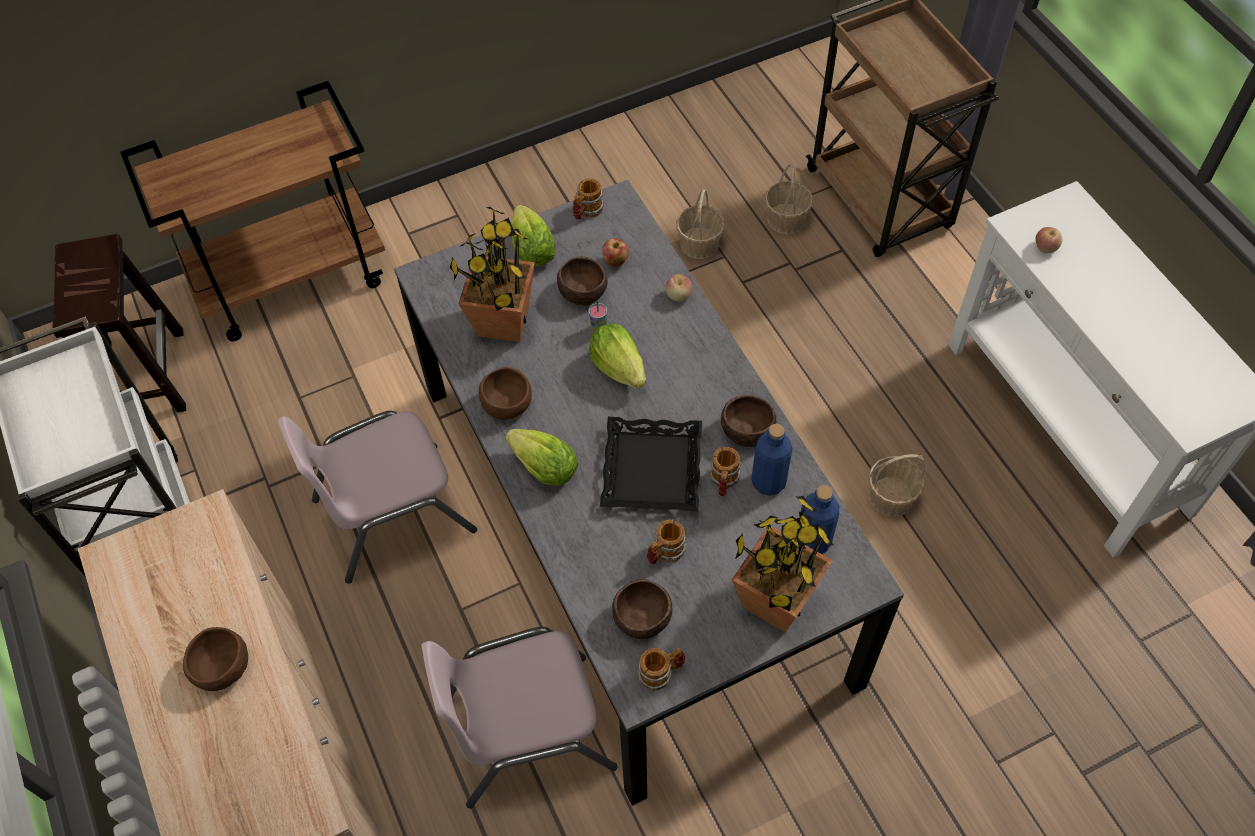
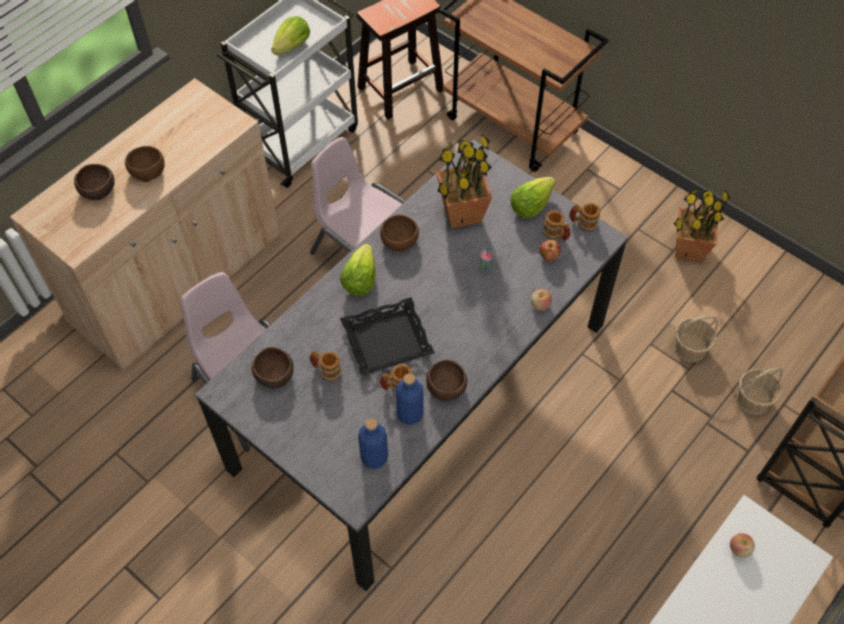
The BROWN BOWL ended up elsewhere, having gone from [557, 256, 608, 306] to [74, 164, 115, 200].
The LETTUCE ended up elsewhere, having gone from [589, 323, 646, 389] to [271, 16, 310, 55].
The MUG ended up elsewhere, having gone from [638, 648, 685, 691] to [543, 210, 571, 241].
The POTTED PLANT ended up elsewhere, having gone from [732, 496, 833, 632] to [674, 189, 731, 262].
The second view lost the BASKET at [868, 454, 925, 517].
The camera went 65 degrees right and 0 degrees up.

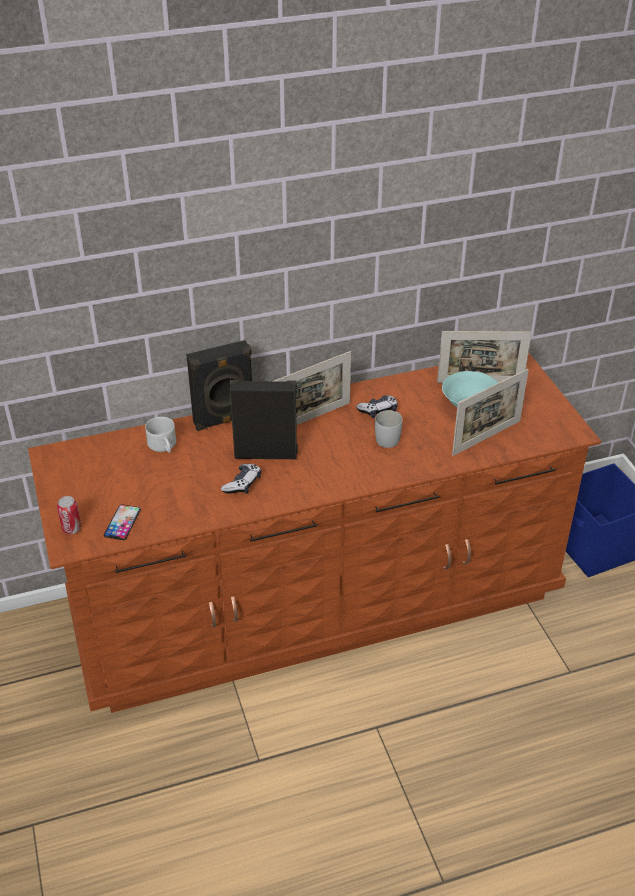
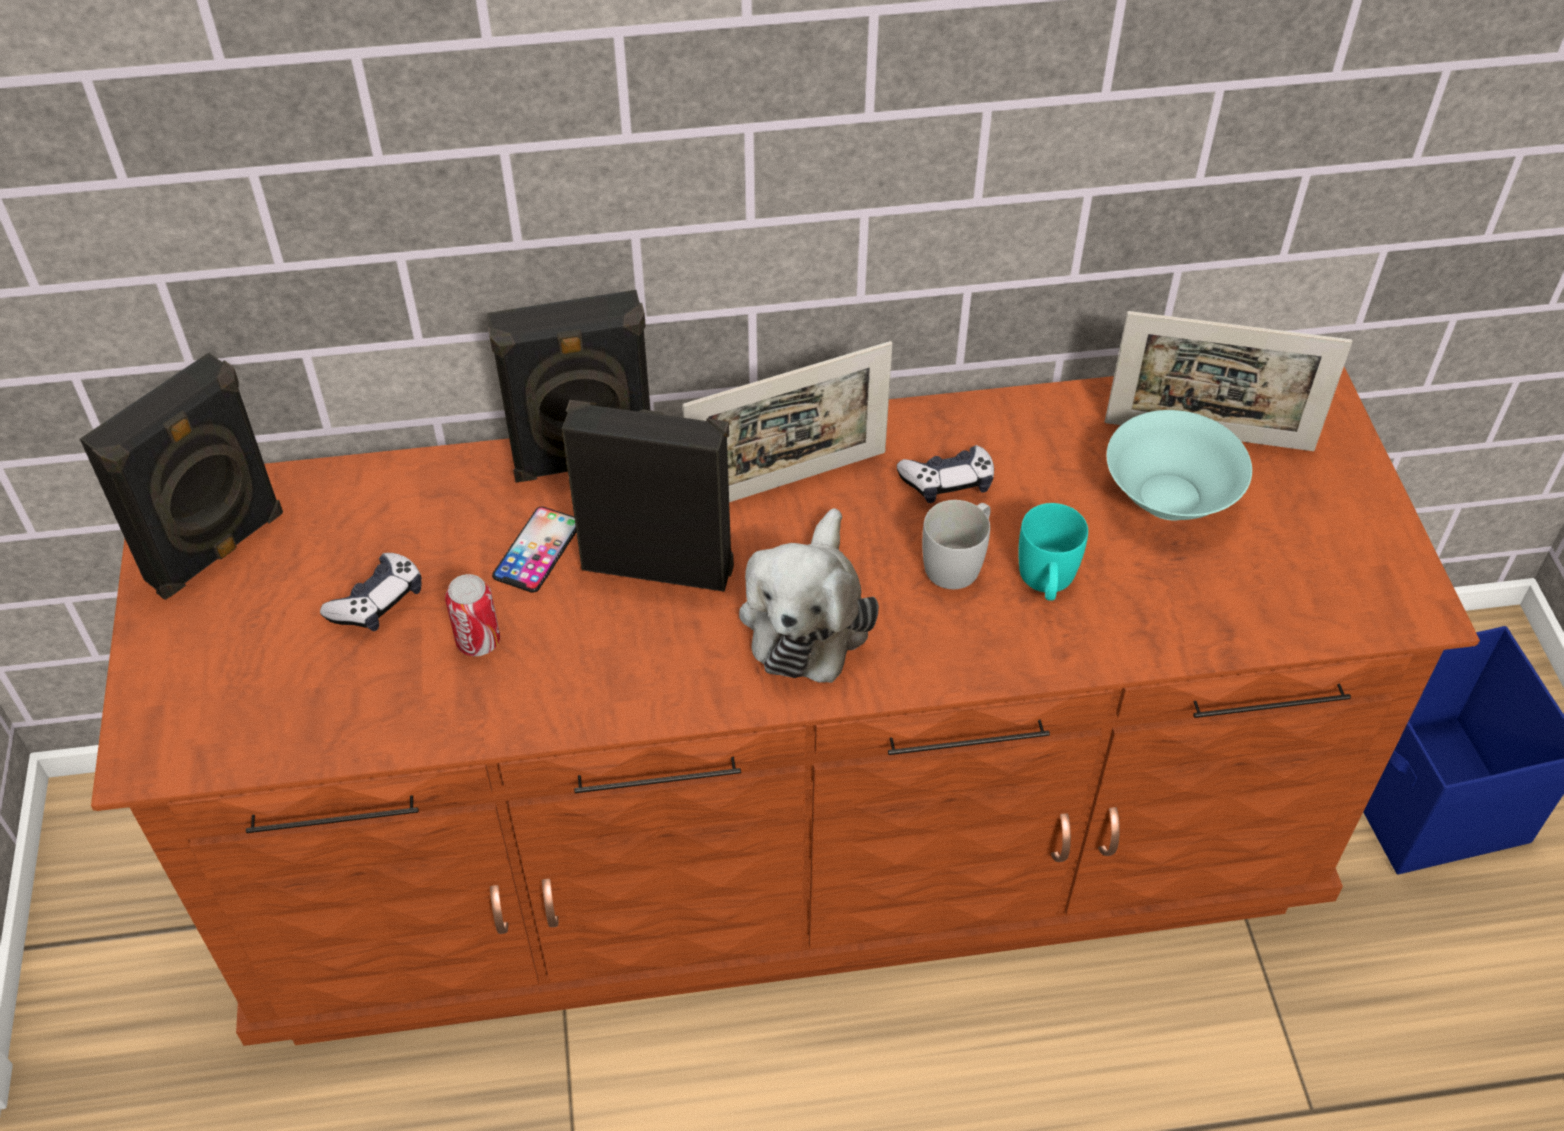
The second view gained the BLACK SPEAKER at [80, 353, 283, 600].
The GAME CONTROLLER ended up elsewhere, having gone from [221, 464, 261, 494] to [320, 553, 422, 631].
The CAN ended up elsewhere, having gone from [57, 496, 82, 534] to [445, 574, 500, 656].
The PHONE ended up elsewhere, having gone from [104, 504, 141, 540] to [492, 506, 576, 593].
The second view gained the PLUSH TOY at [739, 508, 879, 683].
The second view gained the TURQUOISE MUG at [1018, 503, 1088, 601].
The second view lost the WHITE MUG at [145, 417, 176, 453].
The second view lost the PICTURE FRAME at [452, 369, 529, 456].
The camera went 10 degrees right and 10 degrees up.

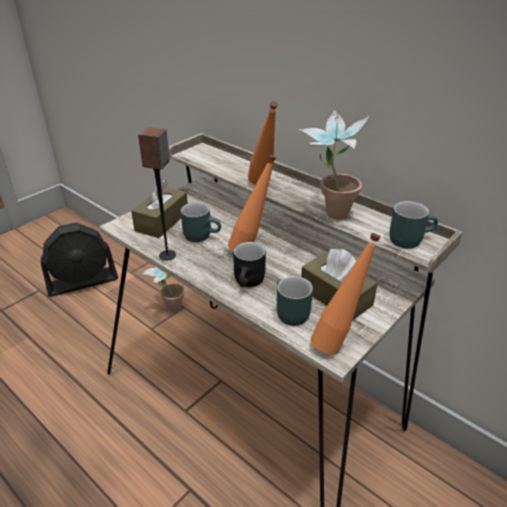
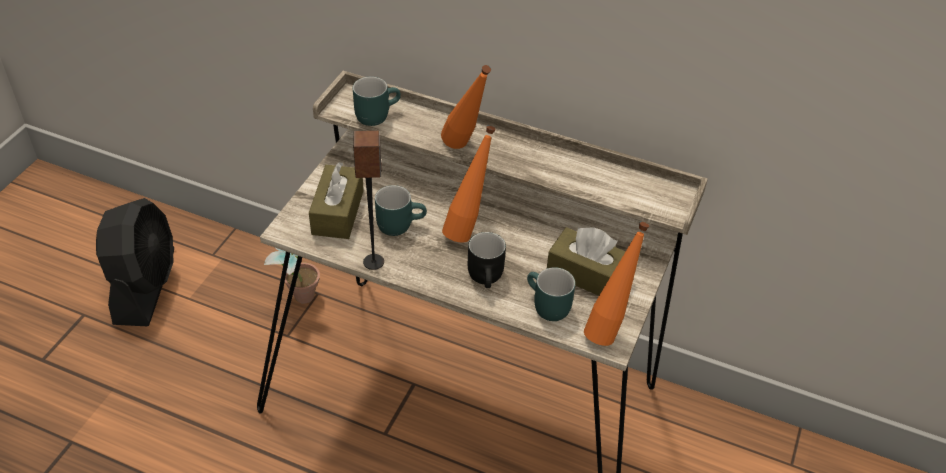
The BLACK FAN at [41, 223, 118, 297] ended up facing another way, 45 degrees counterclockwise from before.
The TURQUOISE MUG ended up elsewhere, having gone from [389, 201, 438, 249] to [353, 77, 401, 126].
The second view lost the POTTED PLANT at [299, 110, 369, 220].
The camera went 20 degrees left and 10 degrees up.

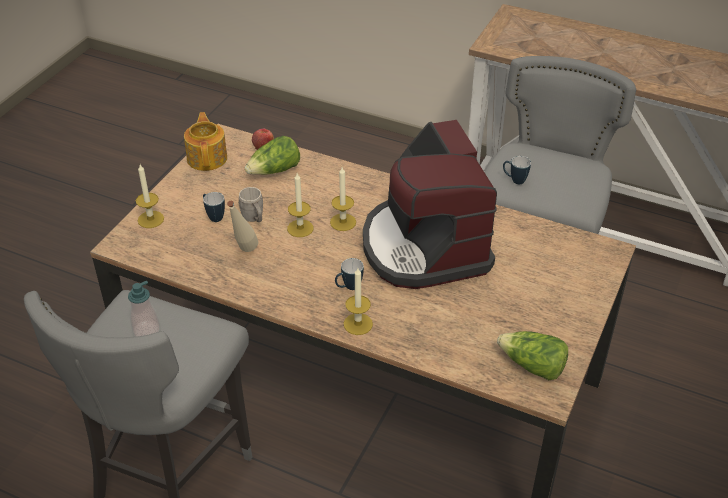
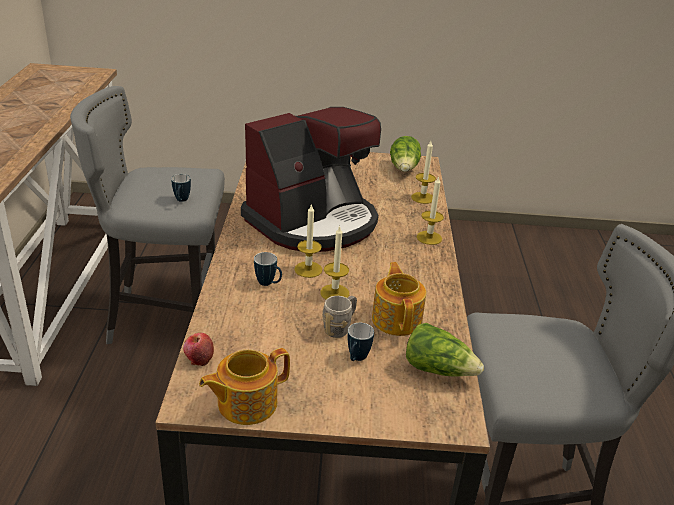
The MUG ended up elsewhere, having gone from [335, 258, 364, 290] to [254, 252, 282, 286].
Where the BEIGE BOTTLE stood at [227, 201, 258, 252], the TEAPOT came to stand at [372, 262, 426, 336].
The LETTUCE ended up elsewhere, having gone from [245, 136, 300, 175] to [406, 323, 484, 377].
The CANDLE ended up elsewhere, having gone from [136, 164, 164, 228] to [411, 141, 436, 204].
The second view lost the SOAP DISPENSER at [128, 280, 160, 337].
The camera went 115 degrees left and 10 degrees down.

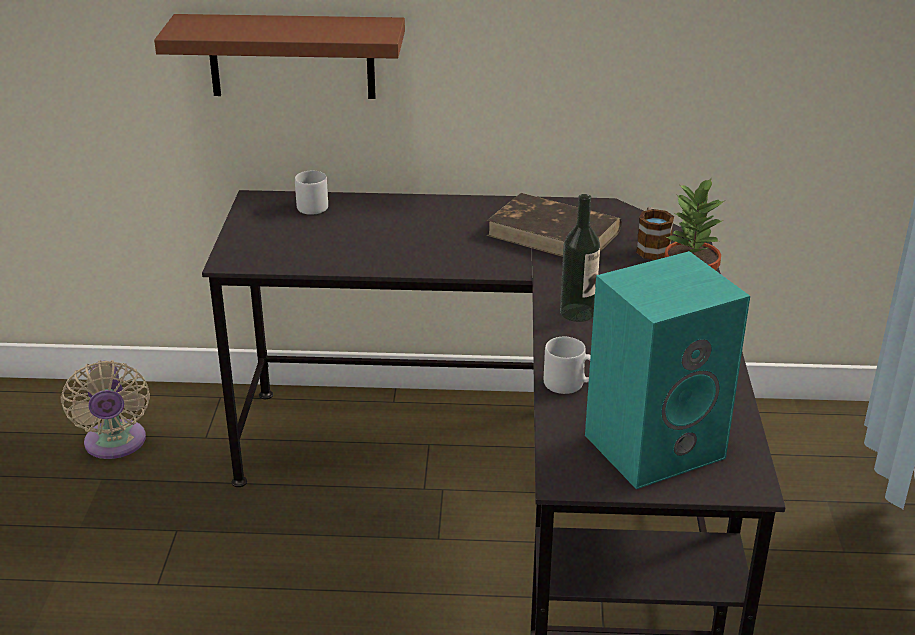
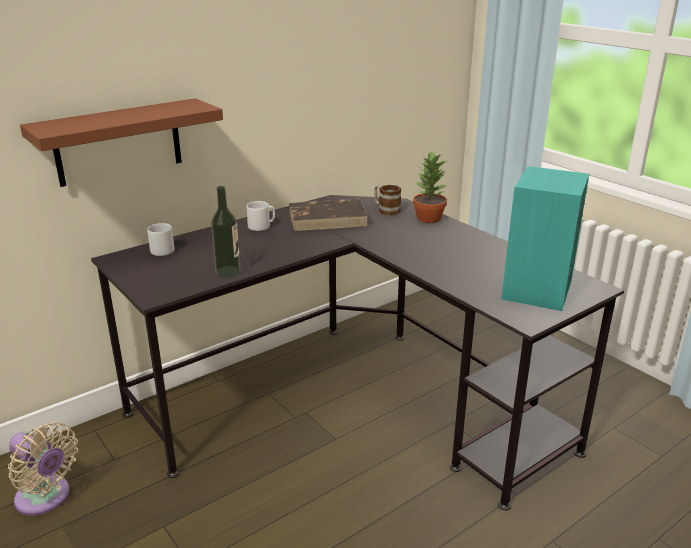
The BOTTLE ended up elsewhere, having gone from [560, 194, 600, 322] to [211, 186, 240, 277].
The GREY MUG ended up elsewhere, having gone from [544, 337, 591, 394] to [246, 201, 275, 231].
The camera went 40 degrees left and 5 degrees down.

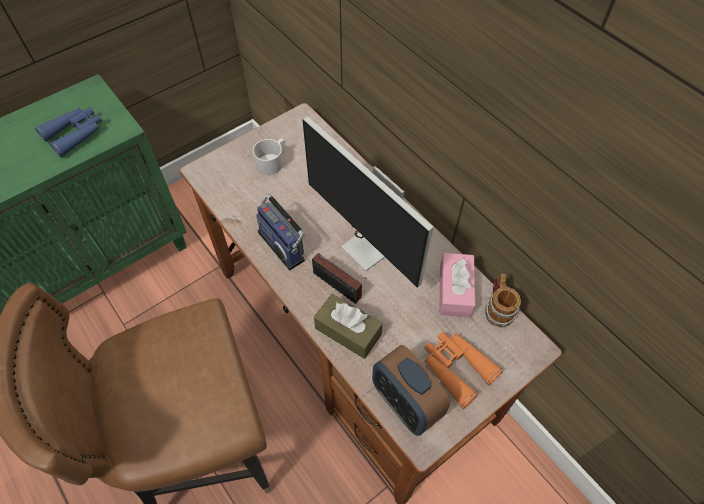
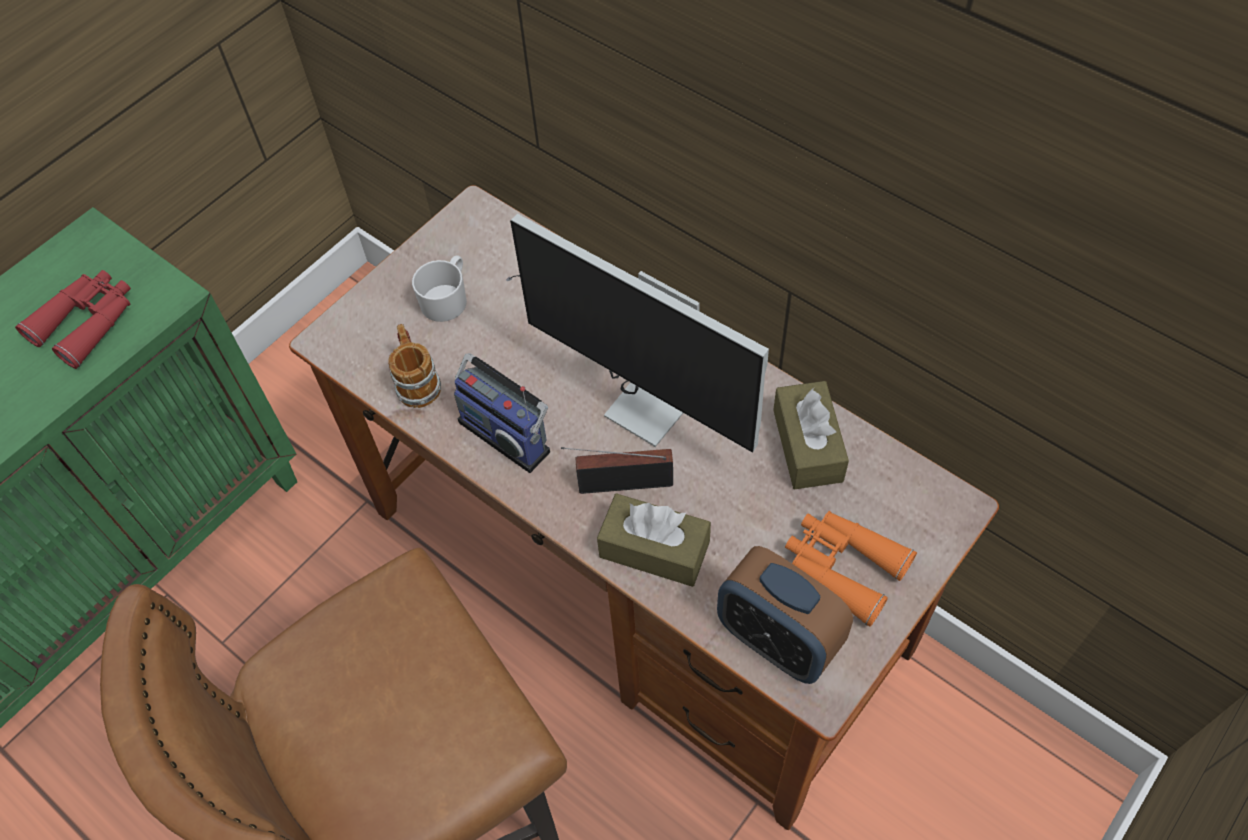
What was the BLUE BINOCULARS at [35, 107, 102, 158] turned into the RED BINOCULARS at [15, 270, 131, 369].
The MUG ended up elsewhere, having gone from [485, 274, 521, 328] to [388, 324, 441, 408].
The RADIO at [312, 253, 367, 304] ended up facing another way, 150 degrees clockwise from before.
What was the PINK TISSUE BOX at [439, 253, 475, 318] turned into the BROWN TISSUE BOX at [773, 381, 849, 489].
The camera went 10 degrees left and 0 degrees up.

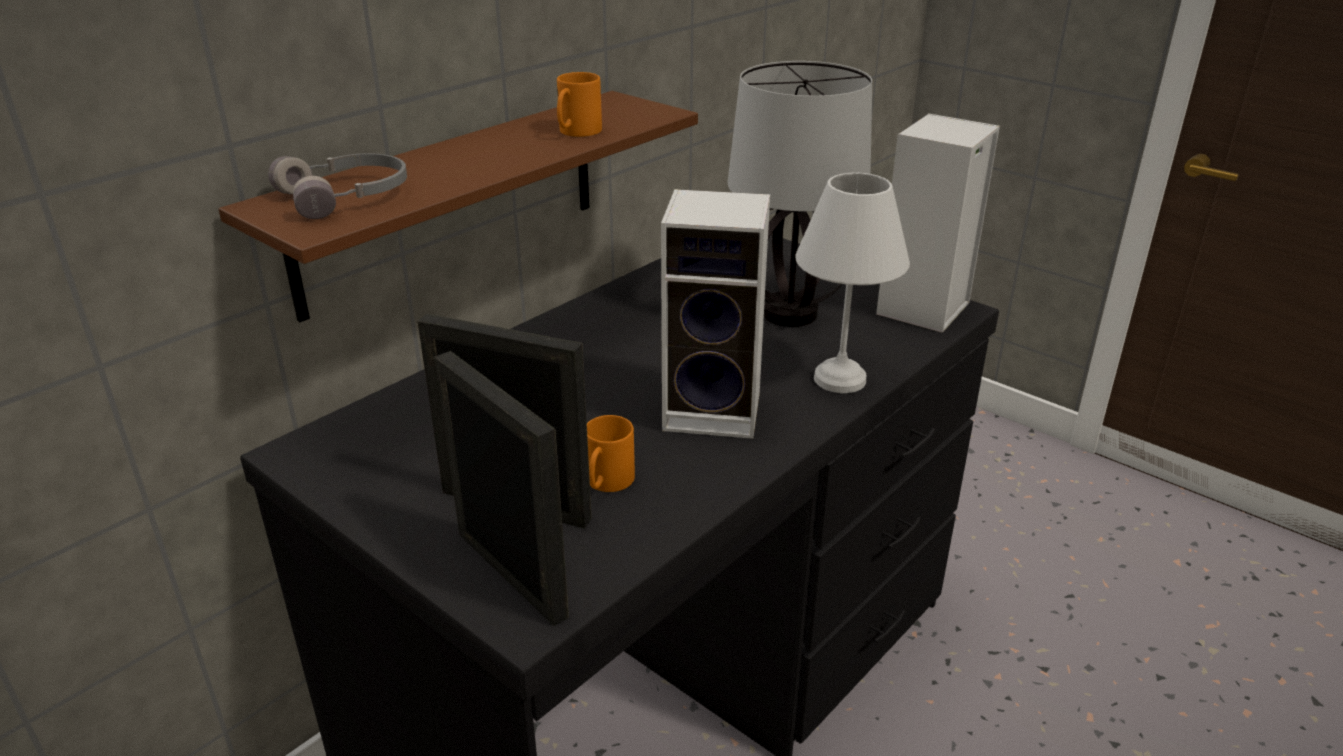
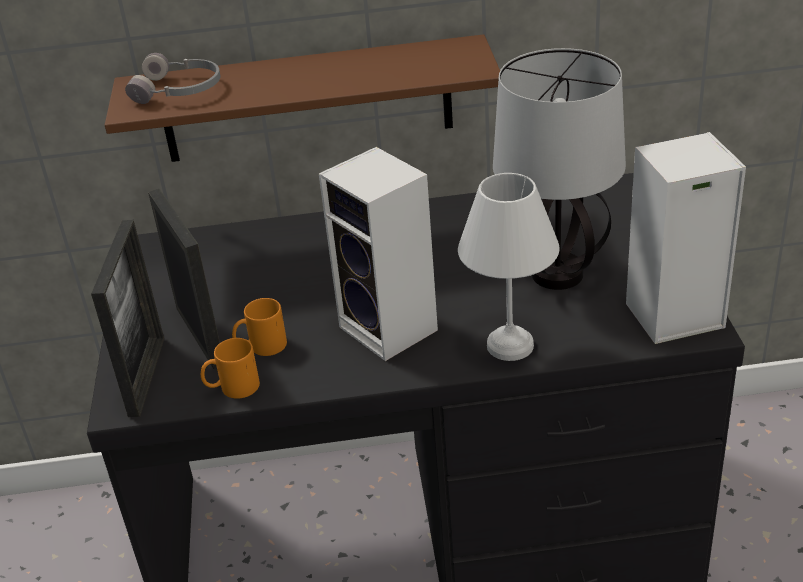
The ORANGE MUG ended up elsewhere, having gone from [557, 72, 602, 137] to [201, 338, 260, 399].
The camera went 45 degrees right and 5 degrees up.

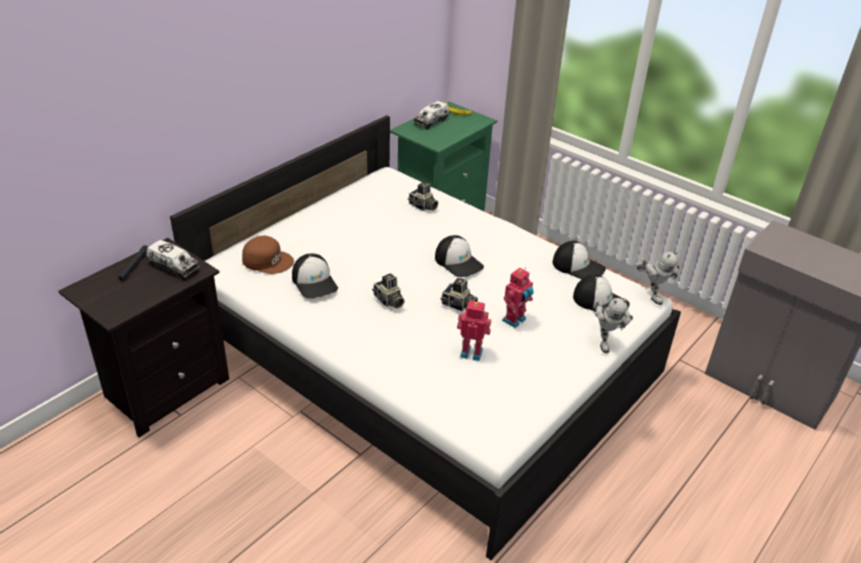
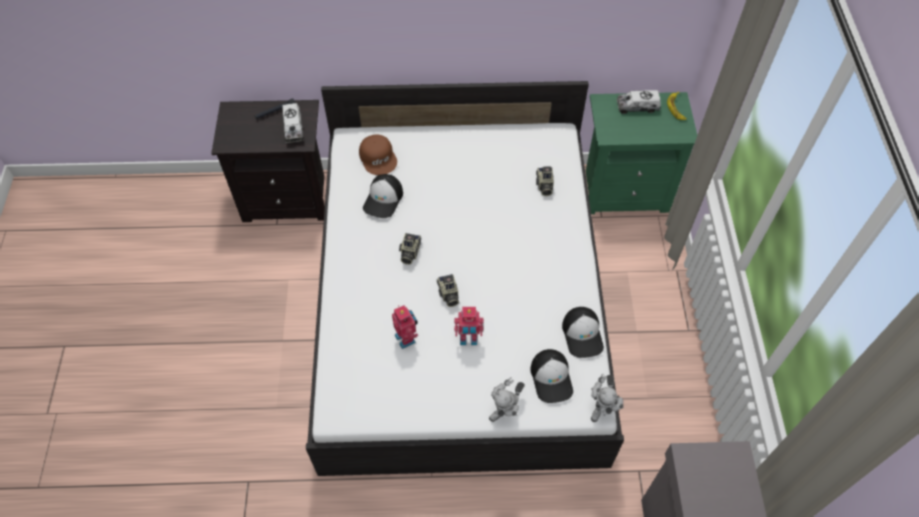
The second view lost the CAP at [435, 235, 484, 277].
The camera went 50 degrees right and 20 degrees up.

